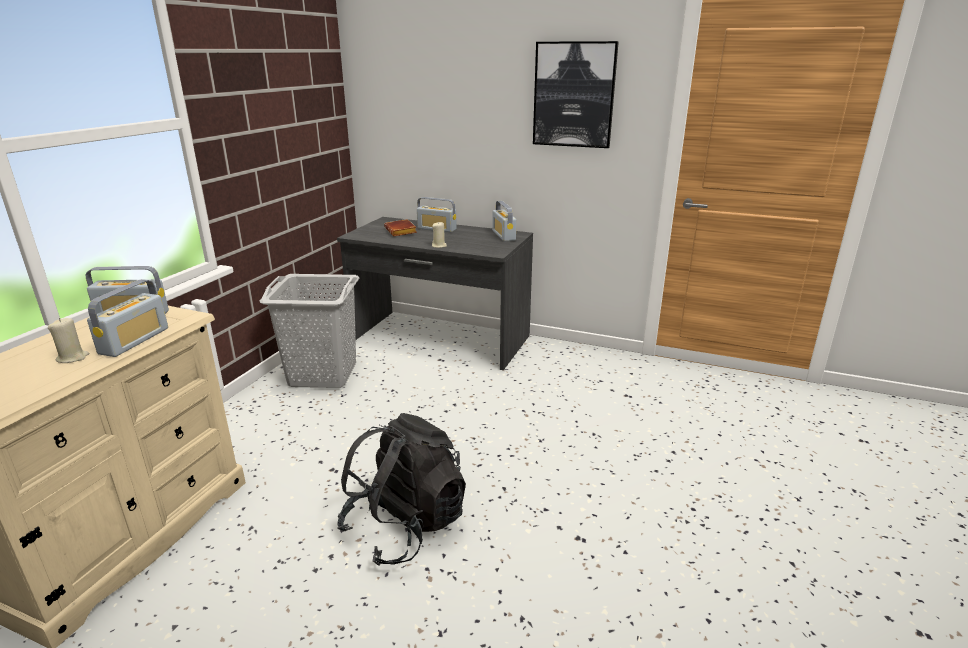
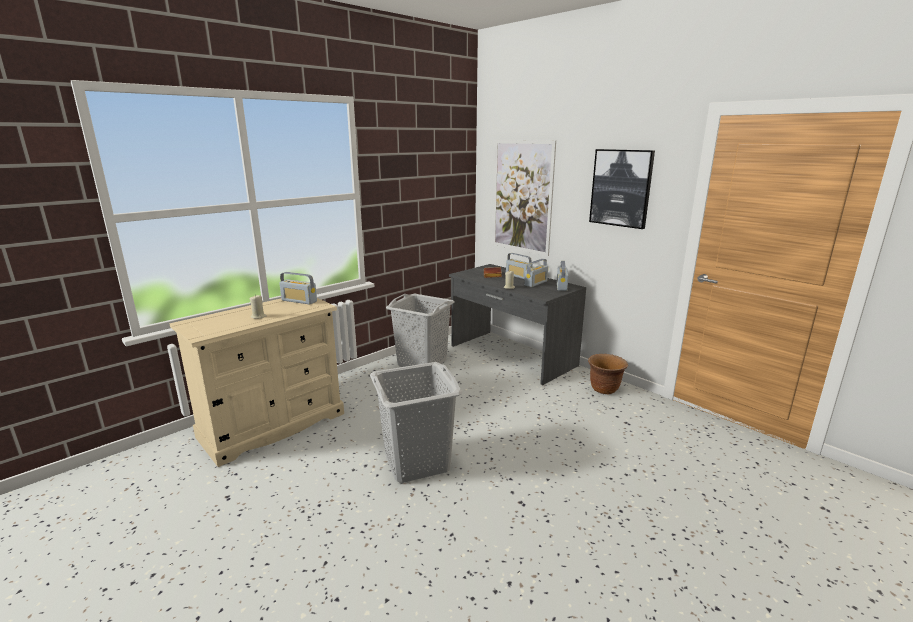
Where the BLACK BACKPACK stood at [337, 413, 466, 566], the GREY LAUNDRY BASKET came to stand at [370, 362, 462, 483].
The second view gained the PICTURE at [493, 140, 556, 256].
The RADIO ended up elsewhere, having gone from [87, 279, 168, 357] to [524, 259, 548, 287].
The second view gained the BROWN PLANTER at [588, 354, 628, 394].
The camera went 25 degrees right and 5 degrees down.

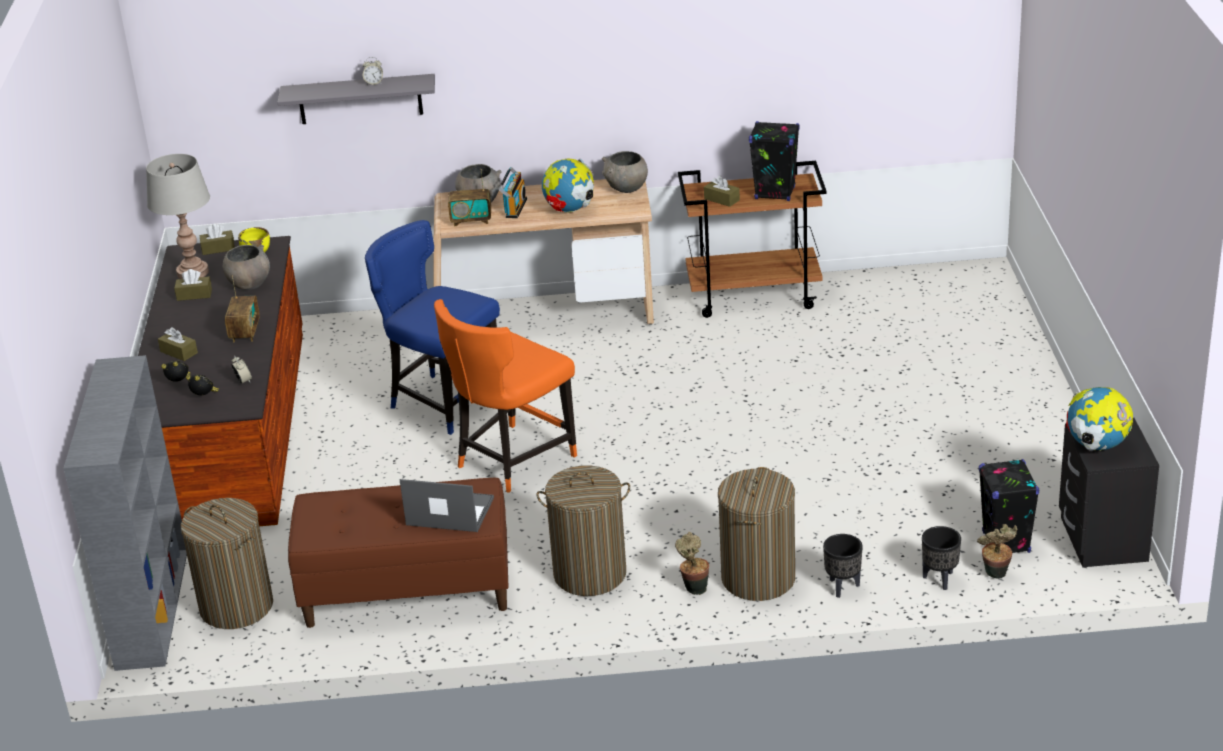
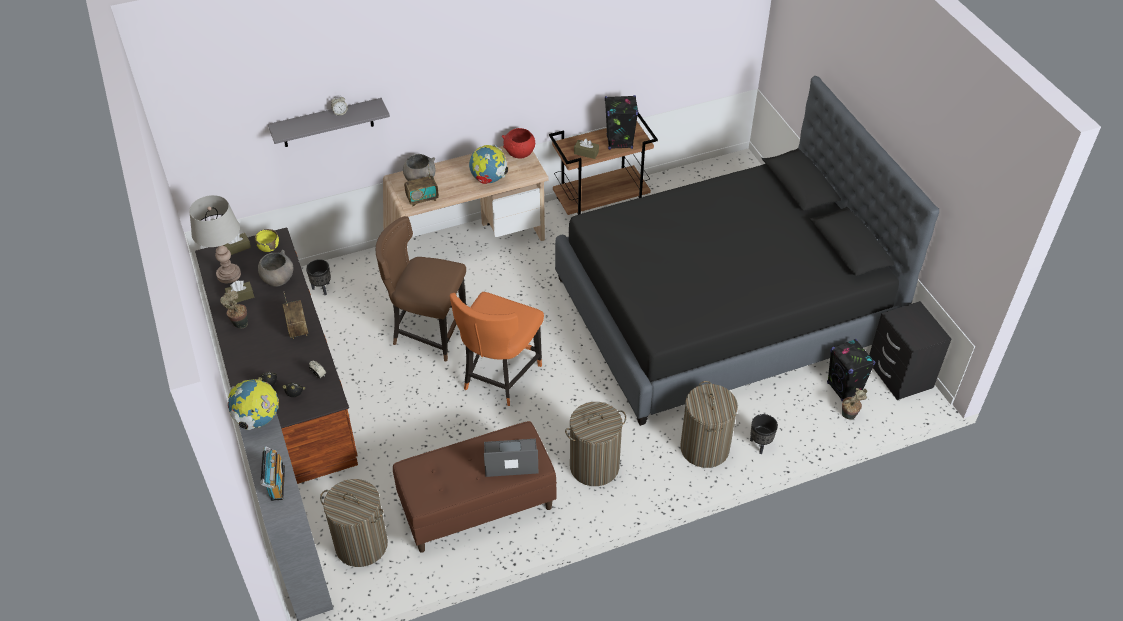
The POTTED PLANT ended up elsewhere, having gone from [675, 532, 709, 595] to [220, 290, 248, 329].
The GLOBE ended up elsewhere, having gone from [1066, 387, 1133, 451] to [228, 379, 279, 430].
The RADIO ended up elsewhere, having gone from [498, 167, 527, 218] to [260, 446, 285, 501].
The BLACK PLANTER ended up elsewhere, having gone from [922, 526, 961, 590] to [306, 259, 331, 295].
What was the BLUE CHAIR at [365, 220, 500, 435] turned into the BROWN CHAIR at [376, 216, 466, 362].
What was the GREY BOWL at [602, 151, 648, 193] turned into the RED BOWL at [502, 128, 535, 159].
The second view gained the BLACK BED at [555, 76, 939, 426].
The second view lost the BROWN TISSUE BOX at [158, 327, 198, 361].
The camera went 20 degrees left and 15 degrees up.

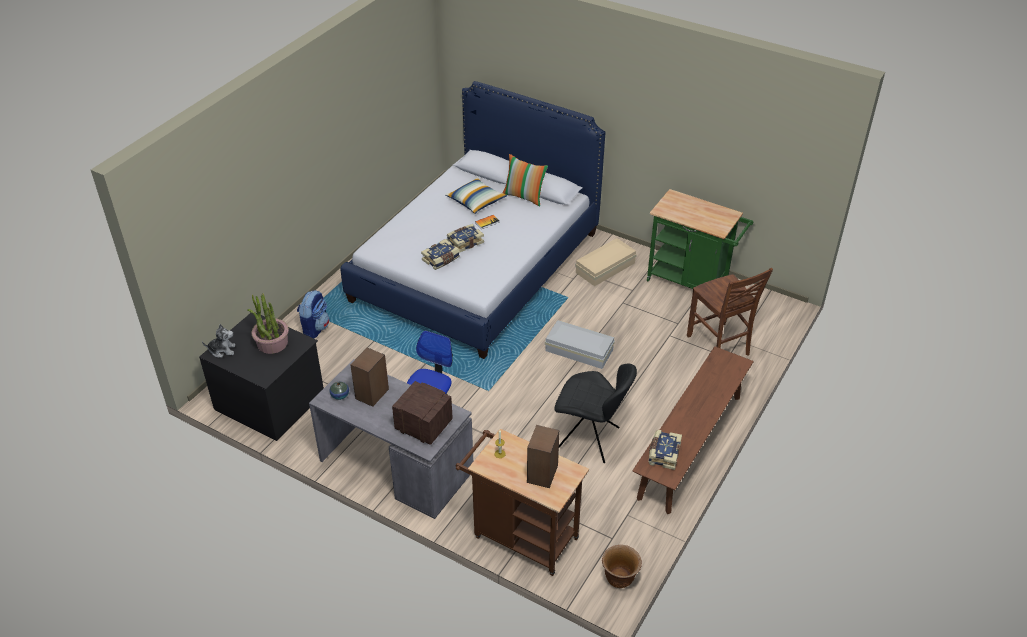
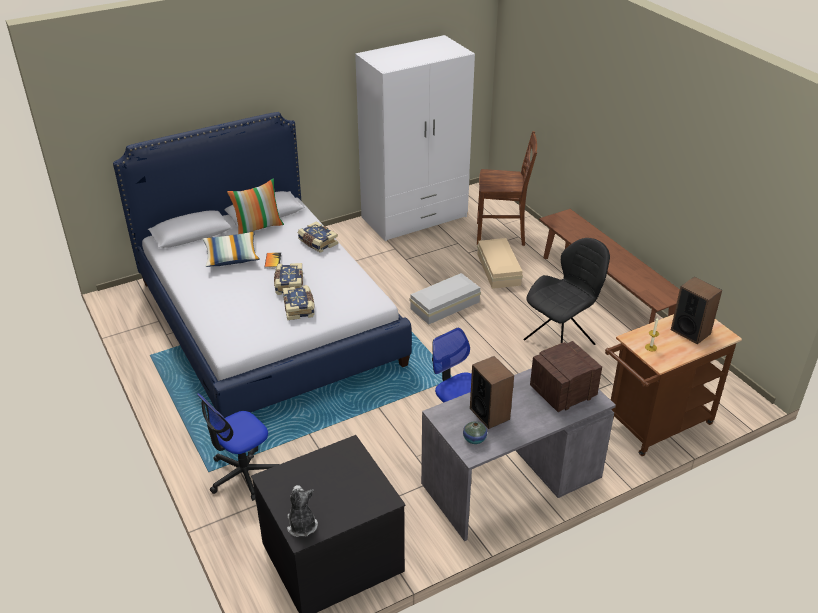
Where the BACKPACK stood at [297, 290, 329, 338], the OFFICE CHAIR came to stand at [197, 393, 279, 501].
The PLUSH TOY at [202, 324, 235, 358] ended up facing another way, 45 degrees counterclockwise from before.
The BOOK ended up elsewhere, having gone from [649, 430, 682, 470] to [298, 222, 338, 253].
Where the GREEN CART stood at [647, 189, 753, 289], the WHITE WARDROBE came to stand at [355, 35, 475, 241].
The BEIGE STORAGE BOX ended up elsewhere, having gone from [575, 238, 637, 286] to [477, 238, 523, 289].
The second view lost the POTTED PLANT at [247, 293, 289, 354].
The second view lost the BROWN PLANTER at [602, 545, 642, 588].
The camera went 60 degrees left and 5 degrees down.

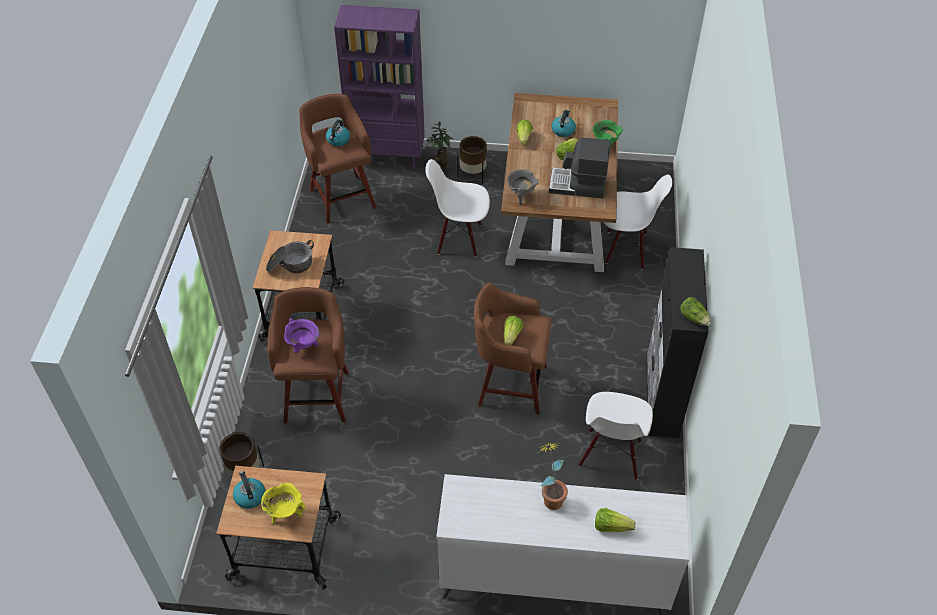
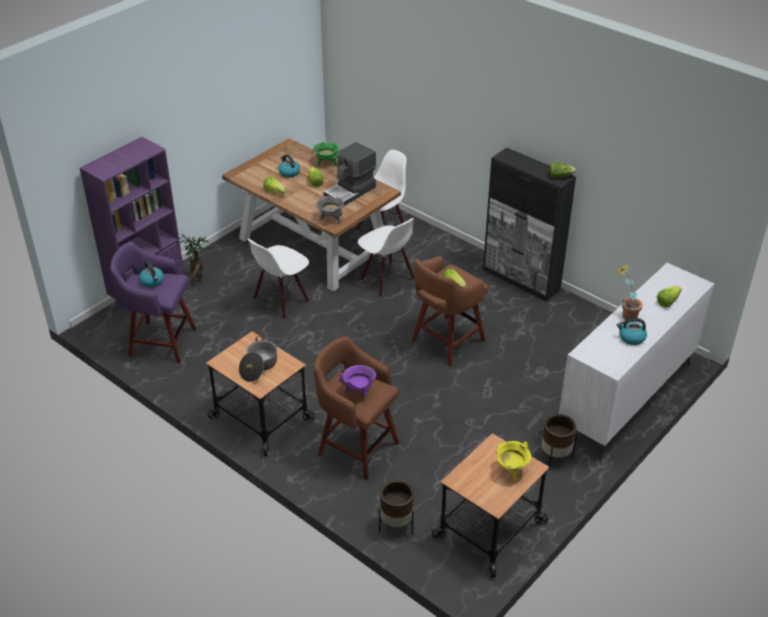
What was the BROWN STOOL at [299, 94, 376, 223] turned into the PURPLE STOOL at [110, 242, 197, 363].
The WHITE CHAIR ended up elsewhere, having gone from [579, 392, 653, 480] to [358, 218, 415, 297].
The BROWN PLANTER ended up elsewhere, having gone from [457, 136, 487, 184] to [541, 414, 577, 470].
The KETTLE ended up elsewhere, having gone from [233, 471, 265, 509] to [617, 318, 647, 345].
The camera went 55 degrees left and 10 degrees down.

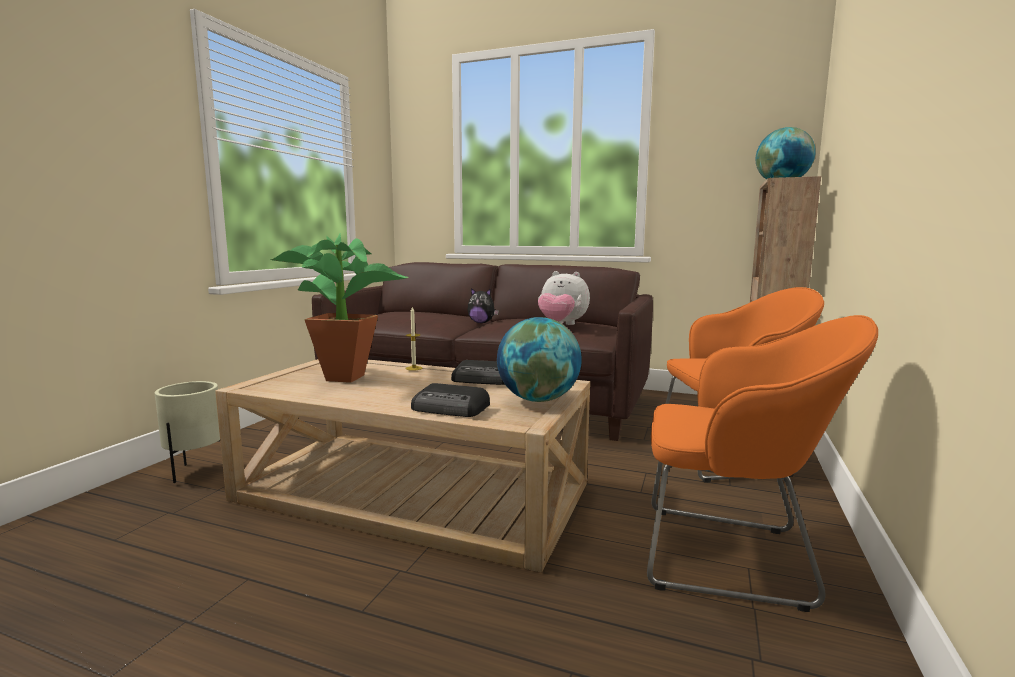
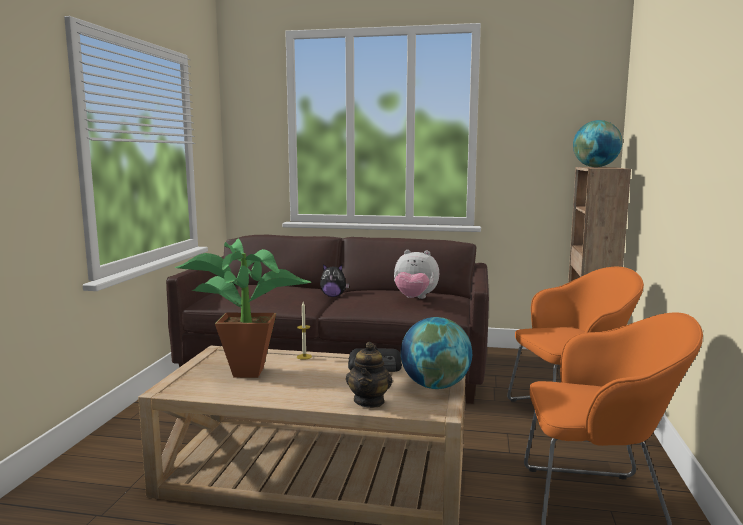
Where the RADIO stood at [411, 383, 490, 417], the TEAPOT came to stand at [346, 342, 393, 408].
The second view lost the BEIGE PLANTER at [155, 381, 220, 483].
The camera went 10 degrees left and 0 degrees up.

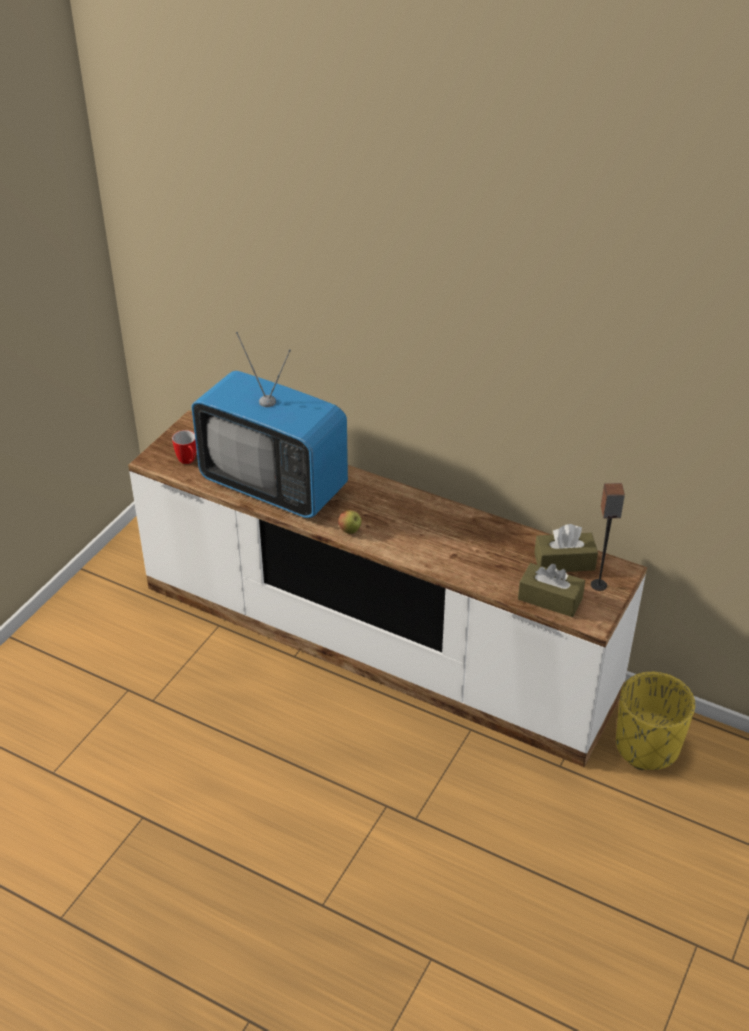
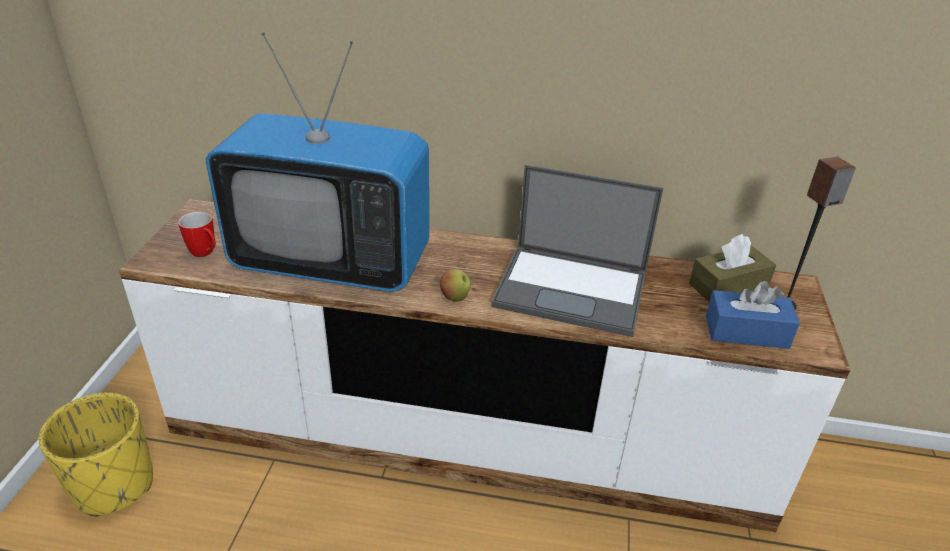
The YELLOW PLANTER ended up elsewhere, having gone from [616, 672, 695, 770] to [38, 393, 153, 517].
The second view gained the LAPTOP at [491, 165, 663, 337].
What was the BROWN TISSUE BOX at [518, 563, 585, 617] turned into the BLUE TISSUE BOX at [706, 281, 800, 349].
The camera went 20 degrees left and 5 degrees down.

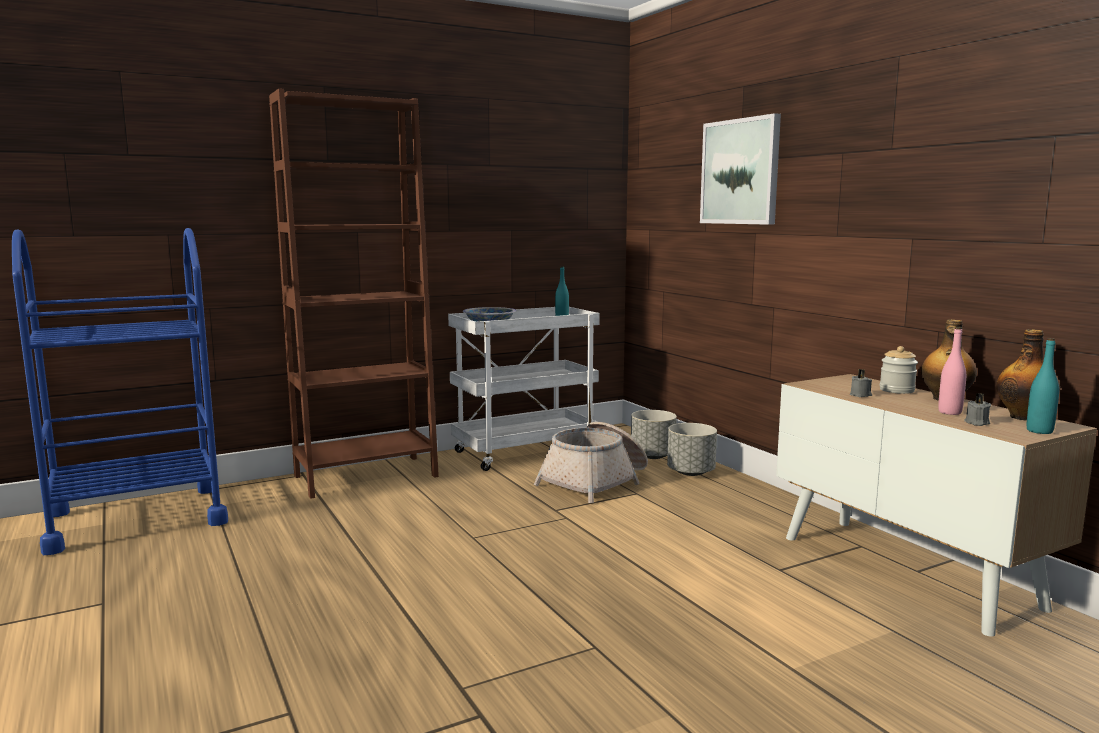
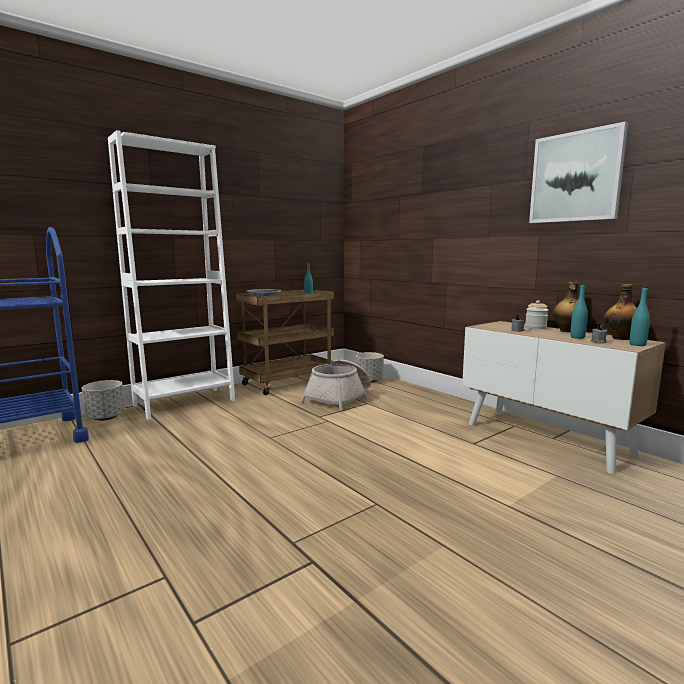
The GREY PLANTER ended up elsewhere, having gone from [667, 423, 717, 476] to [82, 380, 125, 421].
What was the BROWN BOOKCASE at [269, 88, 439, 499] turned into the WHITE BOOKCASE at [108, 130, 235, 420].
What was the WHITE CART at [448, 307, 600, 471] turned into the BROWN CART at [236, 289, 334, 395].
The PICTURE ended up elsewhere, having gone from [700, 113, 781, 225] to [529, 121, 628, 223].
What was the PINK BOTTLE at [938, 327, 966, 415] turned into the TURQUOISE BOTTLE at [570, 284, 588, 339].
The camera went 10 degrees left and 0 degrees up.

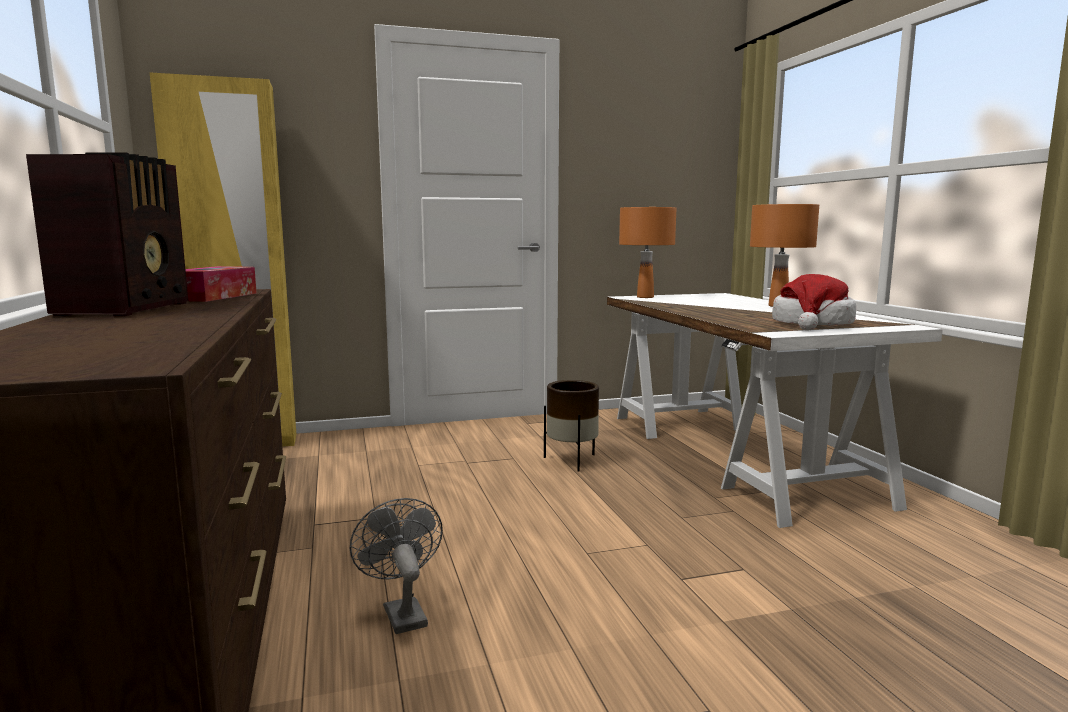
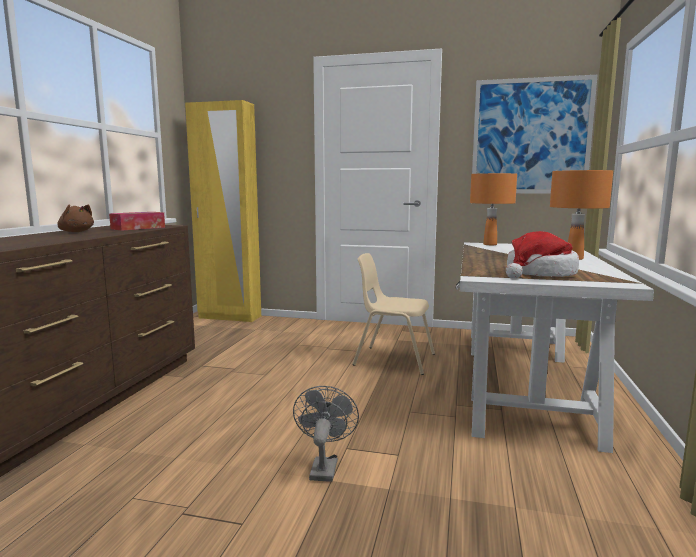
Where the RADIO stood at [26, 152, 188, 316], the BROWN PLUSH TOY came to stand at [57, 204, 94, 232].
The GREY FAN ended up elsewhere, having gone from [349, 498, 443, 634] to [293, 386, 359, 482].
Where the BROWN PLANTER stood at [544, 380, 599, 472], the BEIGE CHAIR came to stand at [352, 253, 435, 375].
The second view gained the PICTURE at [472, 75, 598, 194].
The camera went 30 degrees right and 0 degrees up.

